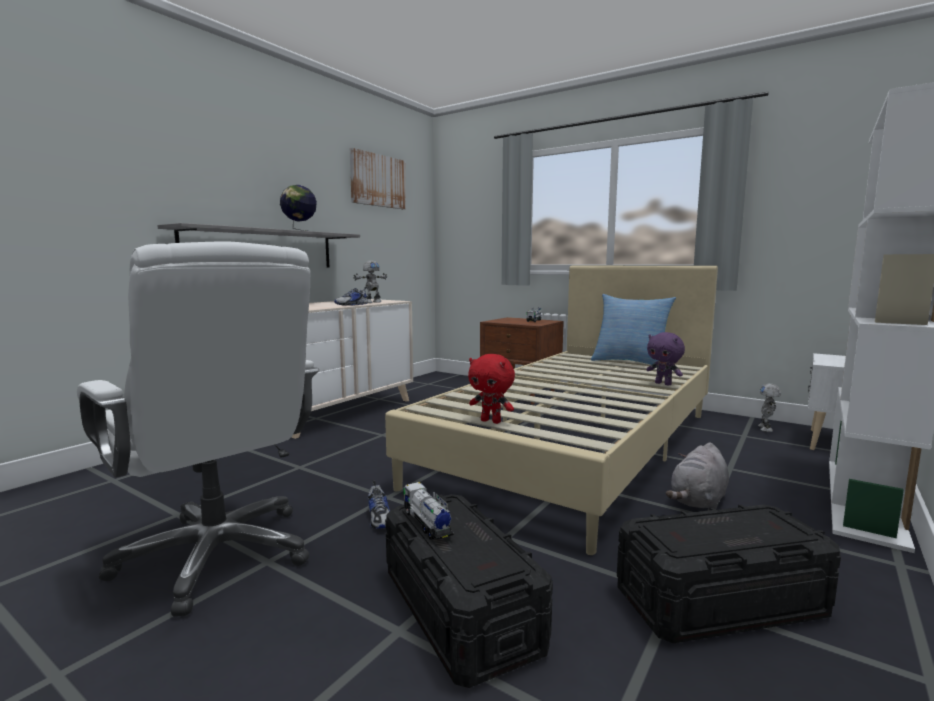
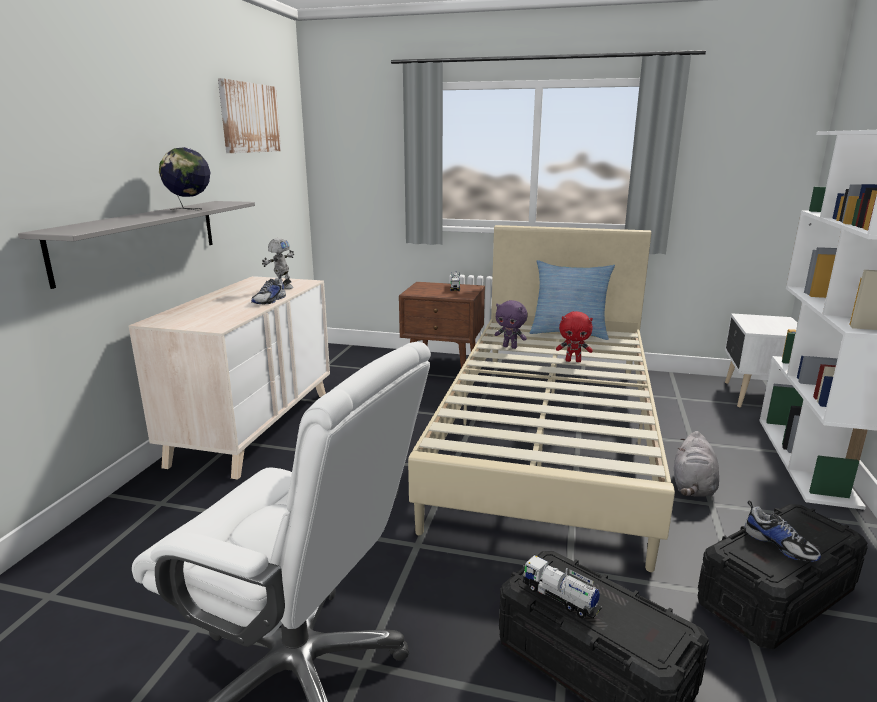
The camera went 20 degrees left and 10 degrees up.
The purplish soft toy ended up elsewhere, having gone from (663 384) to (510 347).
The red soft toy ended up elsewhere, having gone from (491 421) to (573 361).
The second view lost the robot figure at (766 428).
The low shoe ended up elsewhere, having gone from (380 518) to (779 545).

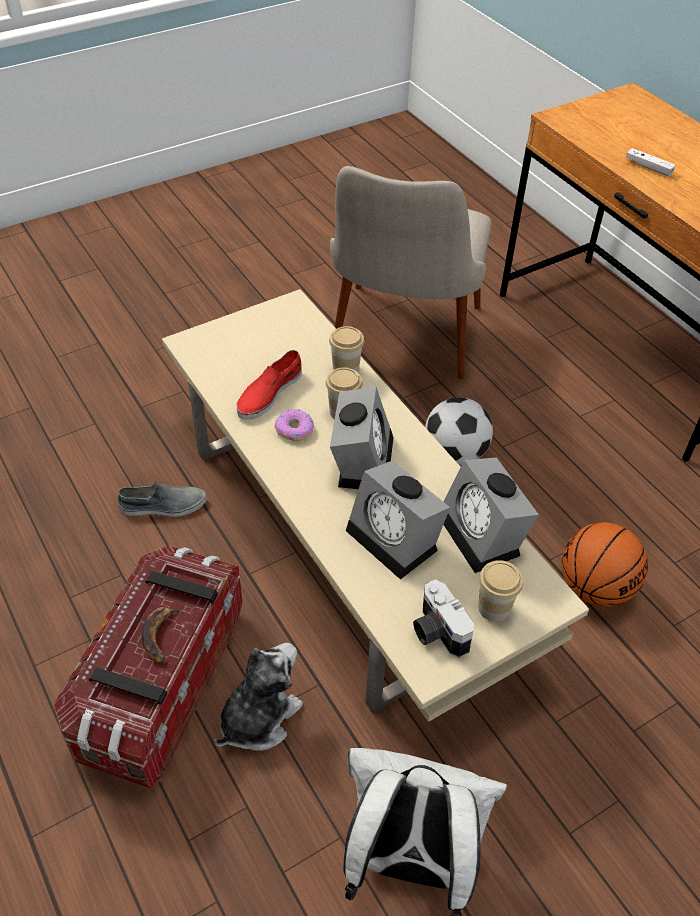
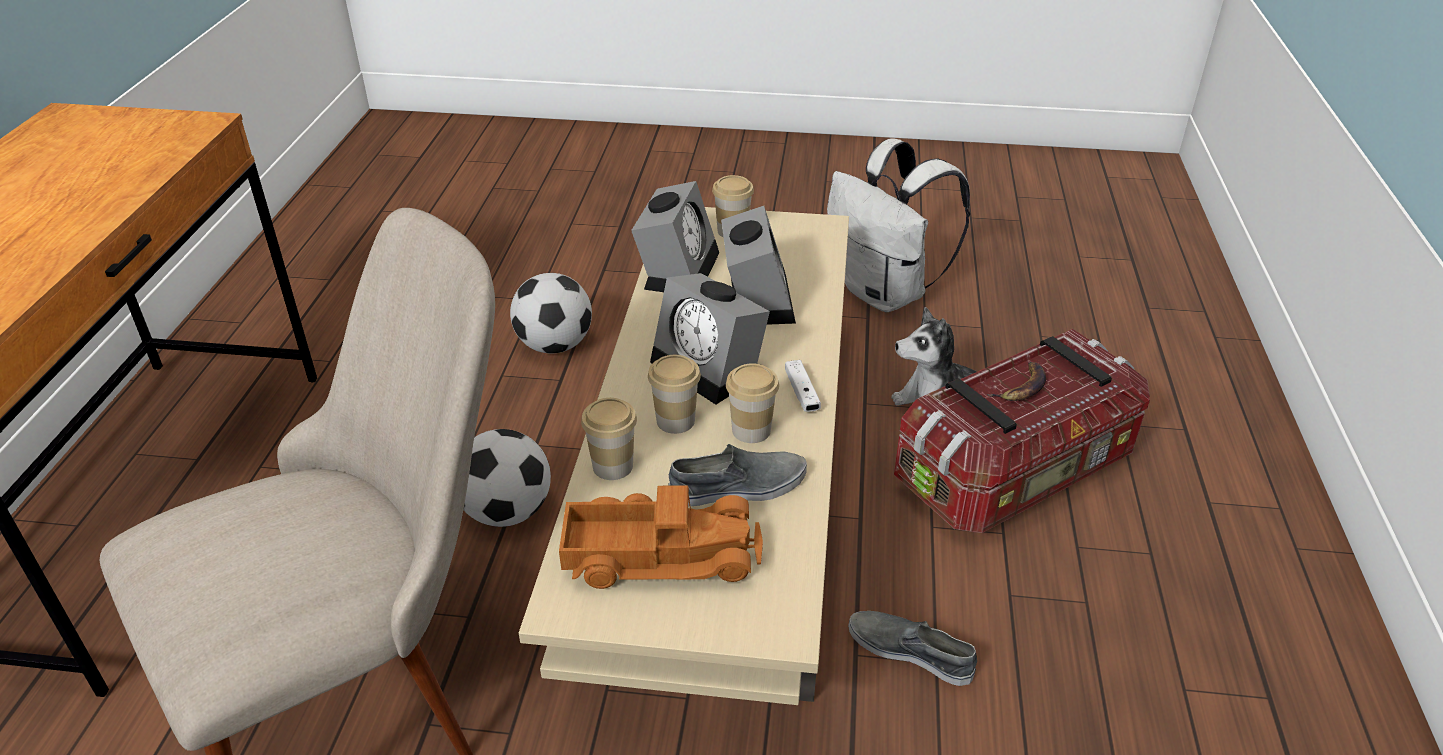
The camera went 140 degrees left and 10 degrees down.
The whitish joypad ended up elsewhere, having gone from (648 167) to (801 393).
What was the red low shoe at (269 393) turned into the greyish low shoe at (738 487).
The table clock at (362 459) ended up facing another way, 90 degrees counterclockwise from before.
Where the doughnut stood at (294 429), the cup came to stand at (751 430).
Where the ball for basketball stood at (595 587), the football ball came to stand at (555 345).
The second view lost the still camera at (436 632).
The second view gained the toy truck at (660 553).

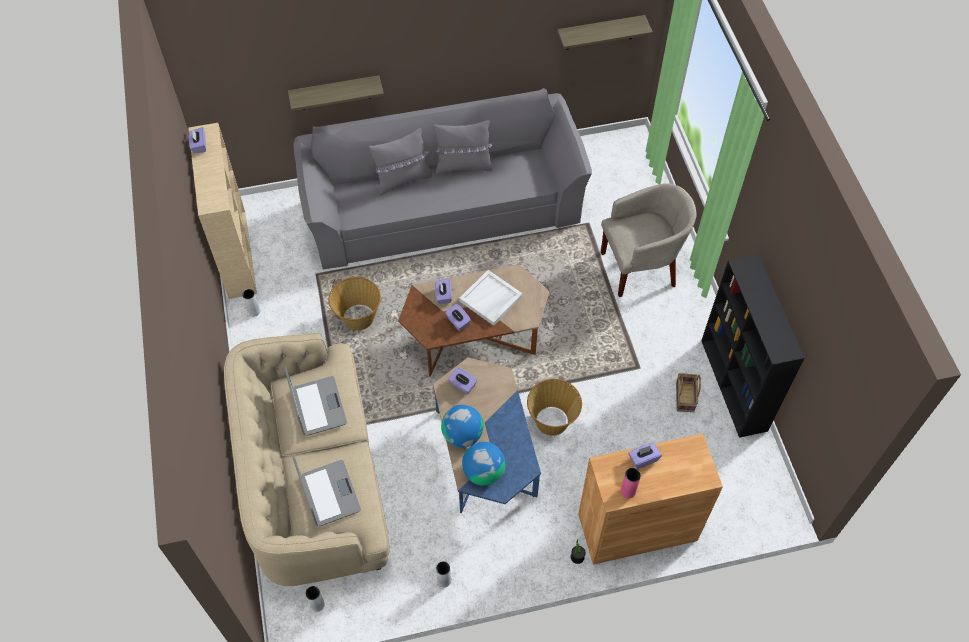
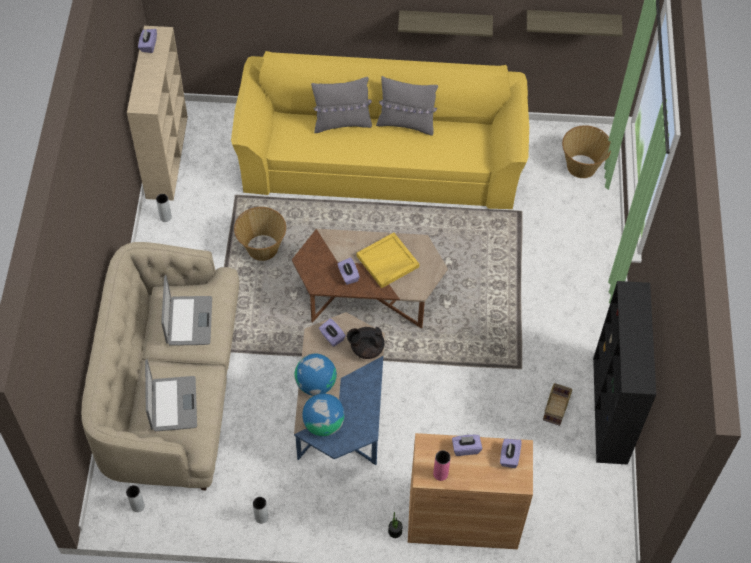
The camera went 15 degrees right and 0 degrees up.
The bracket shelf ended up elsewhere, having gone from (335 93) to (445 23).
What was the greyish settee at (442 204) turned into the yellow settee at (381 157).
The second view lost the beige-coloured lounge chair at (640 267).
What was the whitish serving tray at (490 299) turned into the yellow serving tray at (387 262).
The purplish tissue box ended up elsewhere, having gone from (443 295) to (509 457).
The storage basket ended up elsewhere, having gone from (552 420) to (582 166).
The second view gained the black teapot at (366 348).

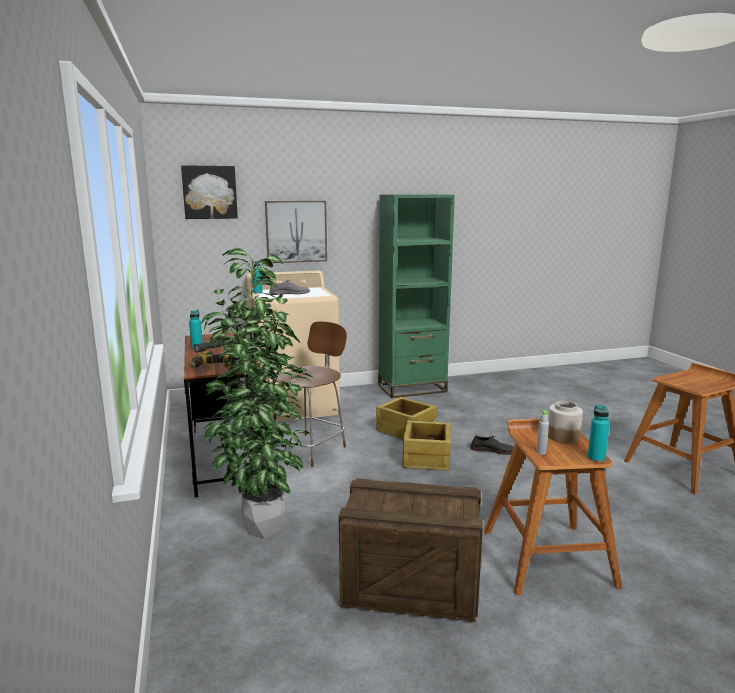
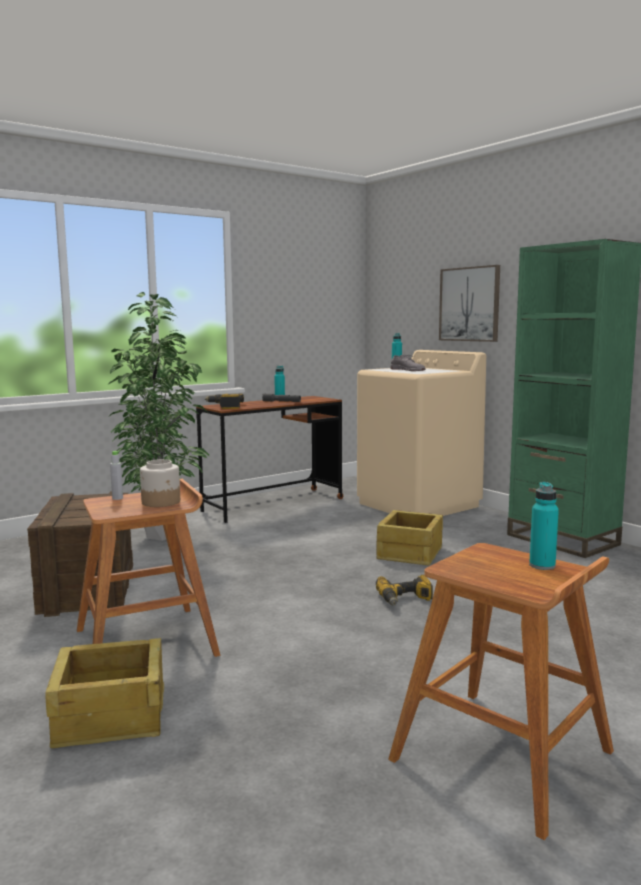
The camera went 70 degrees right and 5 degrees down.
The second view lost the wall art at (209 192).
The second view lost the brown-coloured chair at (310 449).
The turquoise bottle ended up elsewhere, having gone from (596 458) to (542 565).
The shipping crate ended up elsewhere, having gone from (426 458) to (110 716).
Where the greyish low shoe stood at (493 450), the drill came to stand at (405 599).

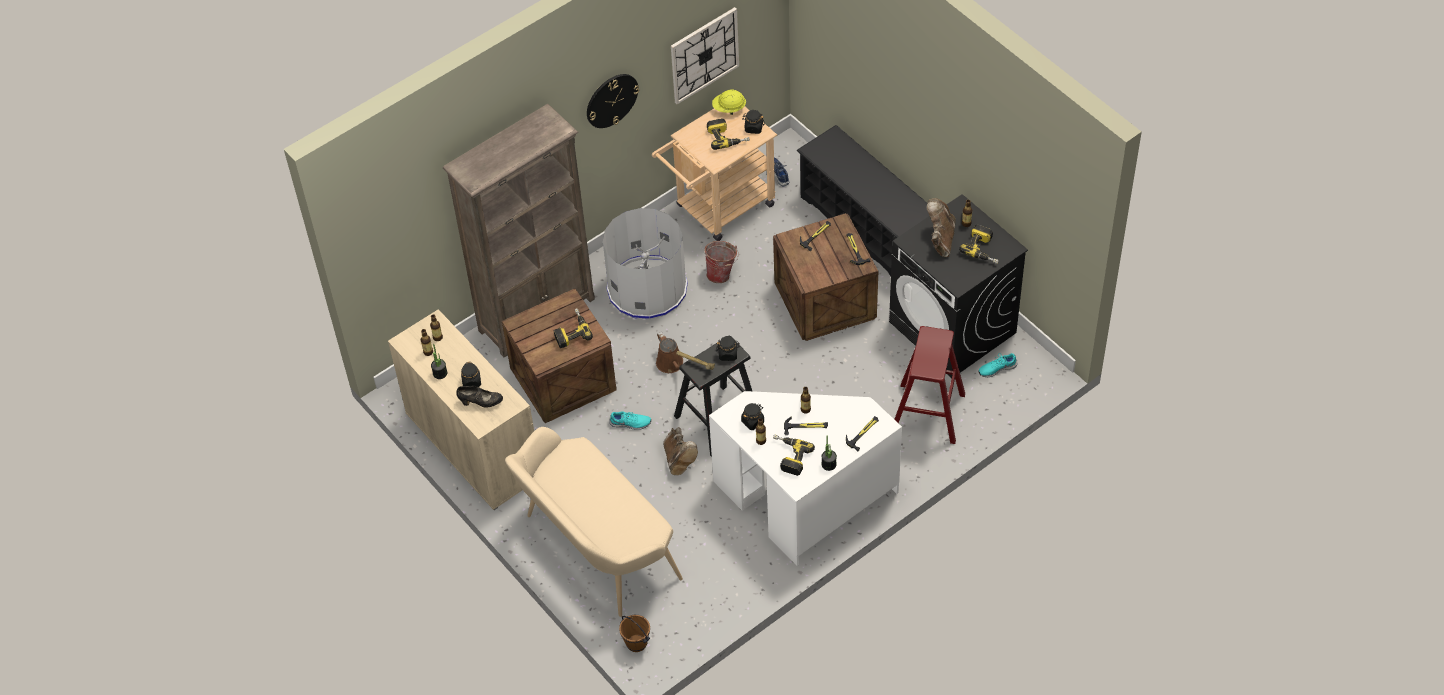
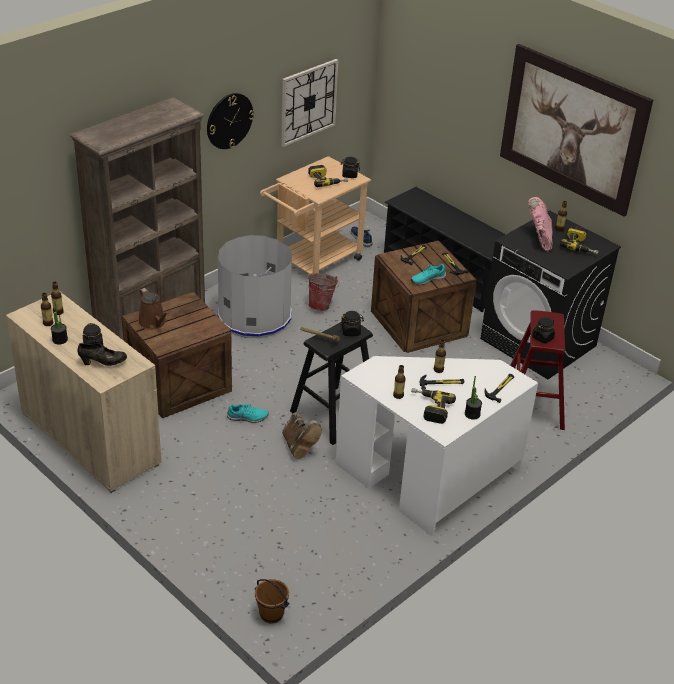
The camera went 10 degrees left and 15 degrees down.
The second view lost the yellow work helmet at (729 109).
What was the brown-coloured boot at (941 239) turned into the pinkish boot at (539 239).
The second view lost the drill at (571 331).
The brown-coloured watering can ended up elsewhere, having gone from (671 364) to (153 322).
The turquoise low shoe ended up elsewhere, having gone from (997 368) to (427 279).
The black jar ended up elsewhere, having gone from (752 421) to (542 338).
The second view lost the beige-coloured long seat at (595 549).
The second view gained the wall art at (572 129).

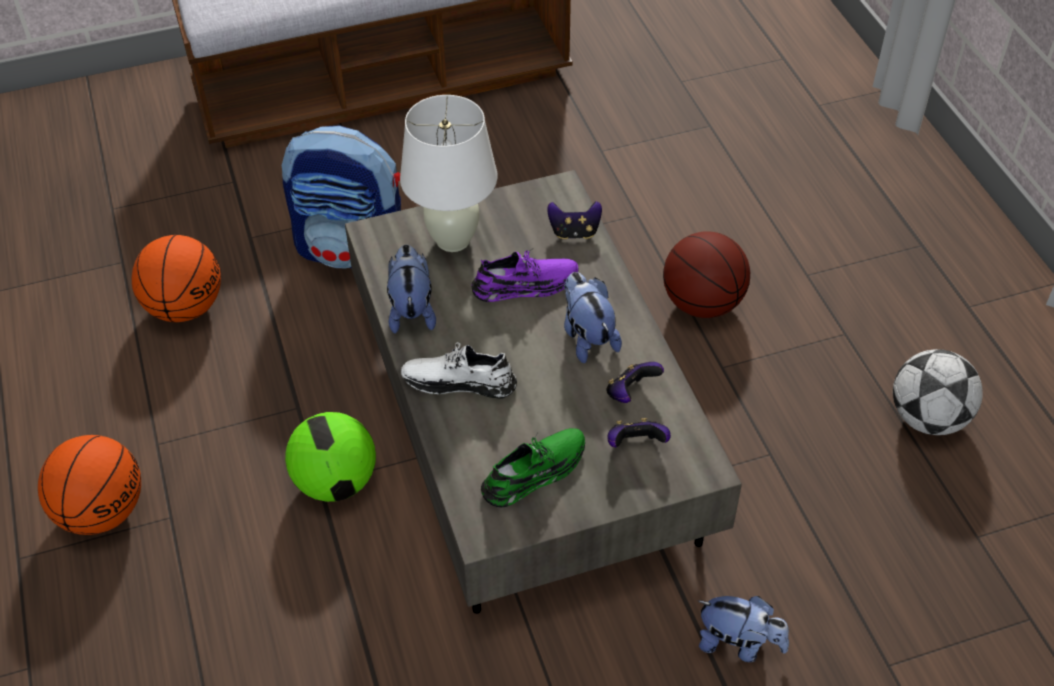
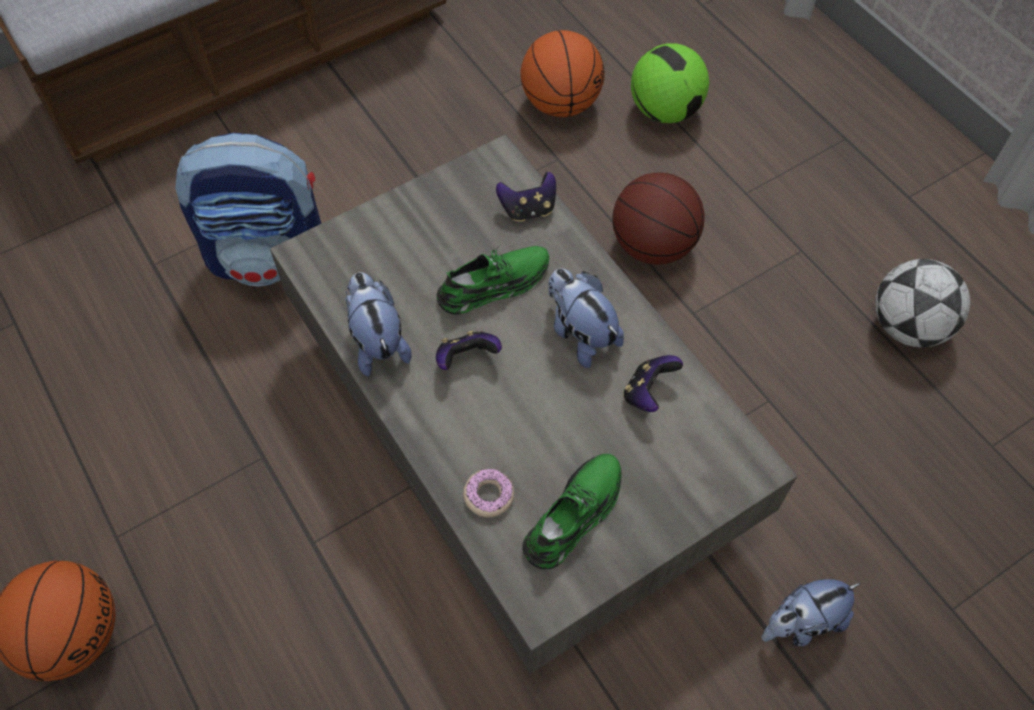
The camera went 15 degrees left and 10 degrees up.
The second view lost the whitish table lamp at (453 240).
The ball for basketball ended up elsewhere, having gone from (185 307) to (560 103).
What was the purplish low shoe at (525 285) turned into the green low shoe at (494 285).
The second view lost the whitish low shoe at (459 381).
The football ball ended up elsewhere, having gone from (335 481) to (664 110).
The joypad ended up elsewhere, having gone from (635 445) to (466 359).
The soft toy at (738 644) ended up facing another way, 150 degrees clockwise from before.
The second view gained the doughnut at (489 495).

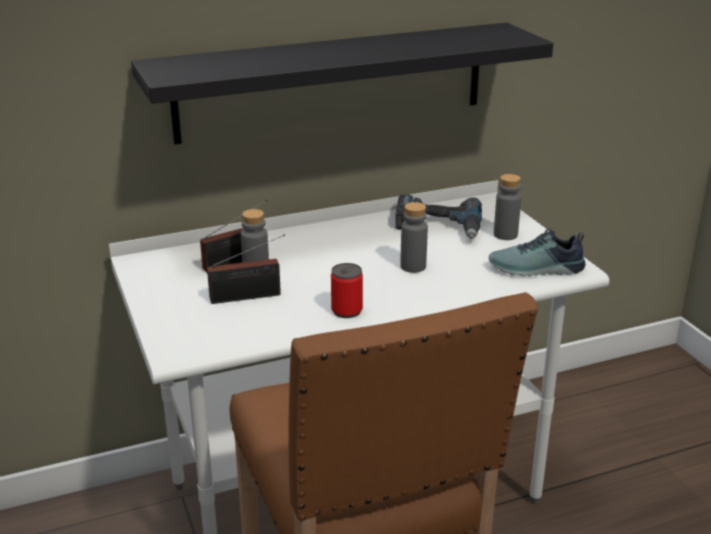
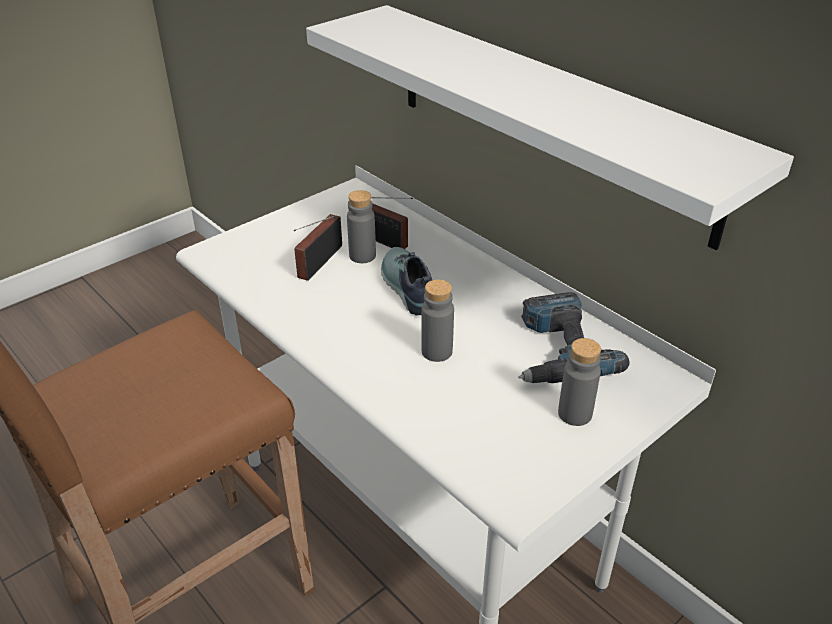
The camera went 70 degrees right and 10 degrees up.
What was the black bracket shelf at (332 82) turned into the whitish bracket shelf at (547 118).
The low shoe ended up elsewhere, having gone from (536 269) to (407 288).
The radio receiver at (249 296) ended up facing another way, 60 degrees clockwise from before.
The second view lost the sealed can at (346 311).

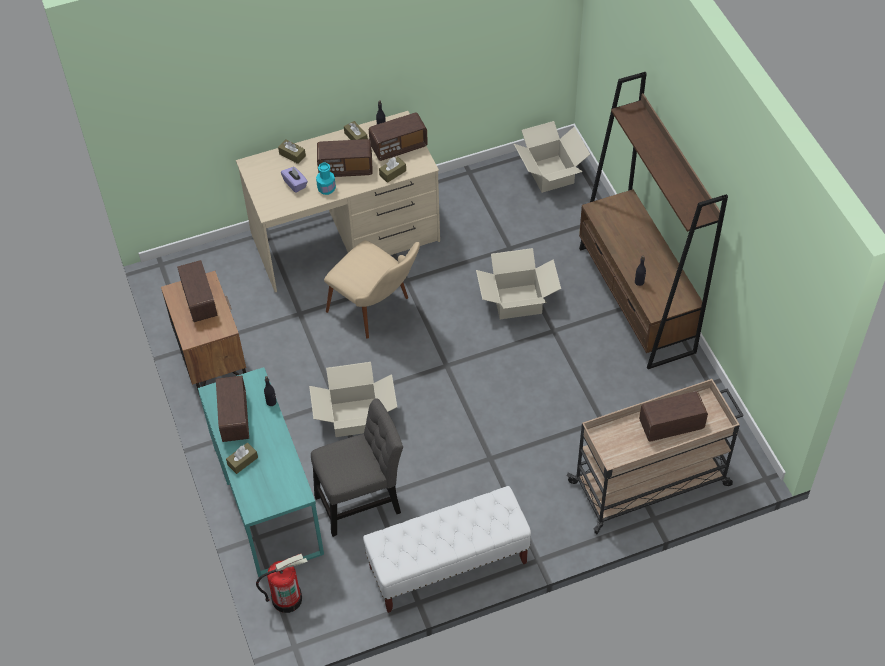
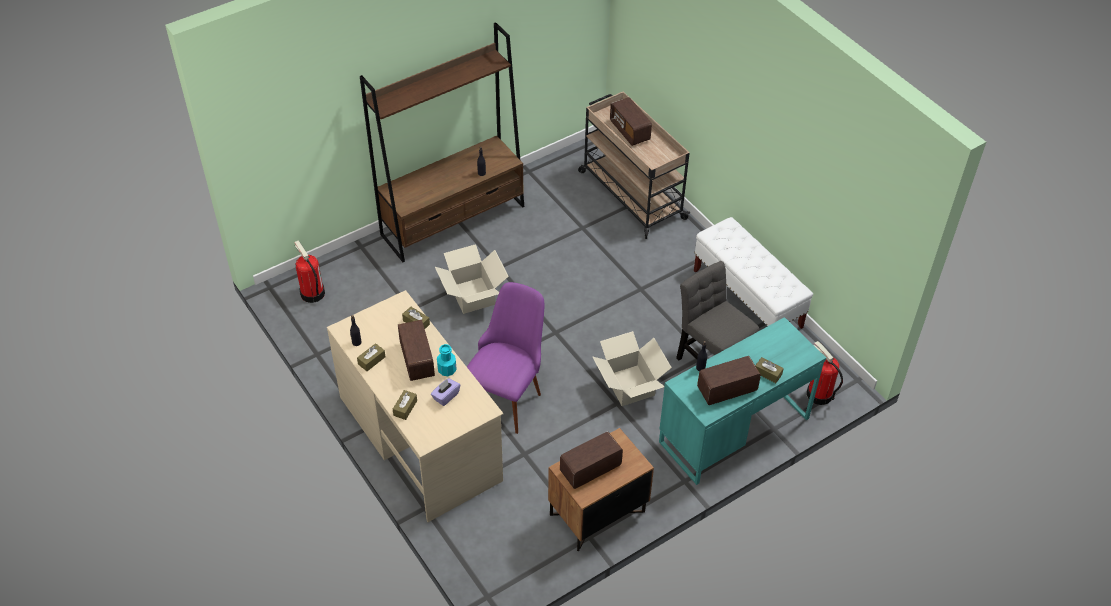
The camera went 105 degrees left and 5 degrees down.
The second view lost the radio receiver at (398 147).
Where the cardboard box stood at (550 173), the fire-fighting cylinder came to stand at (312 293).
What was the beige-coloured chair at (378 311) turned into the purplish chair at (507 392).

